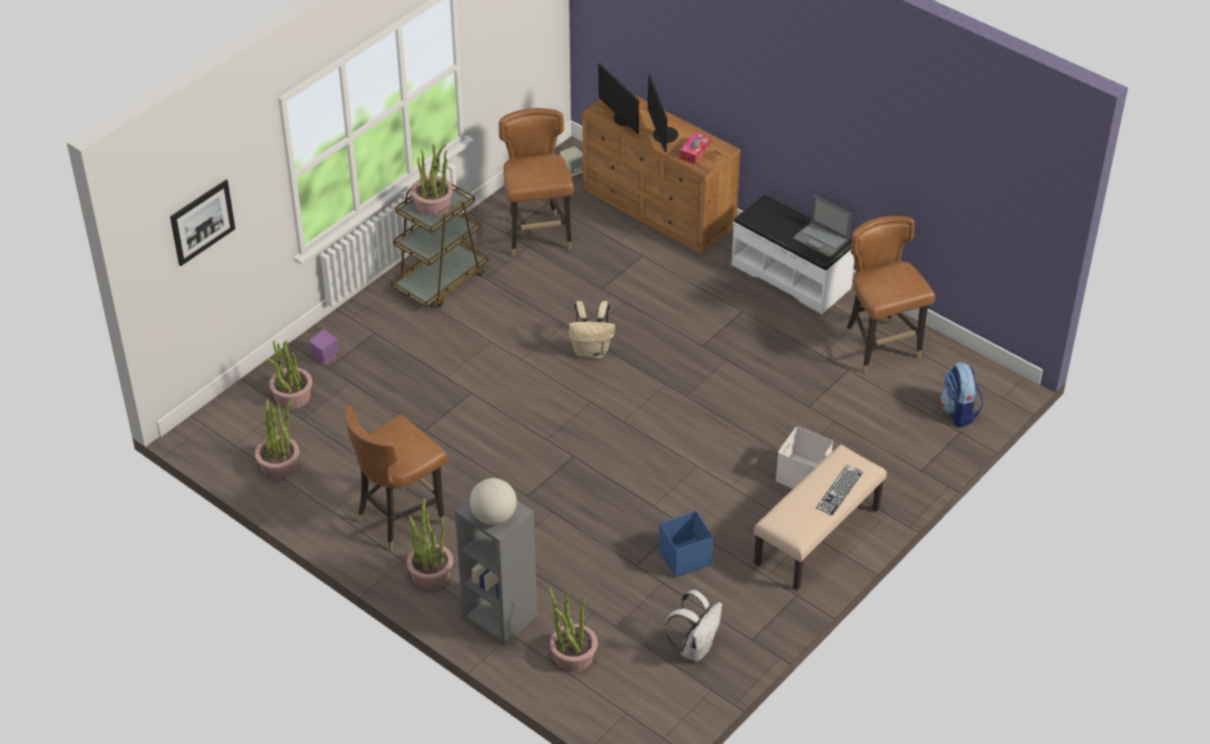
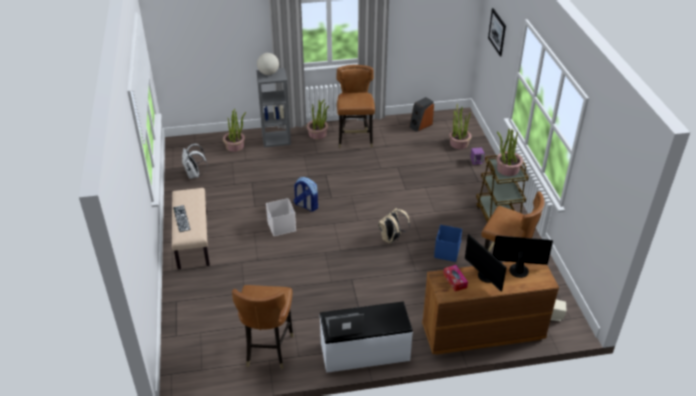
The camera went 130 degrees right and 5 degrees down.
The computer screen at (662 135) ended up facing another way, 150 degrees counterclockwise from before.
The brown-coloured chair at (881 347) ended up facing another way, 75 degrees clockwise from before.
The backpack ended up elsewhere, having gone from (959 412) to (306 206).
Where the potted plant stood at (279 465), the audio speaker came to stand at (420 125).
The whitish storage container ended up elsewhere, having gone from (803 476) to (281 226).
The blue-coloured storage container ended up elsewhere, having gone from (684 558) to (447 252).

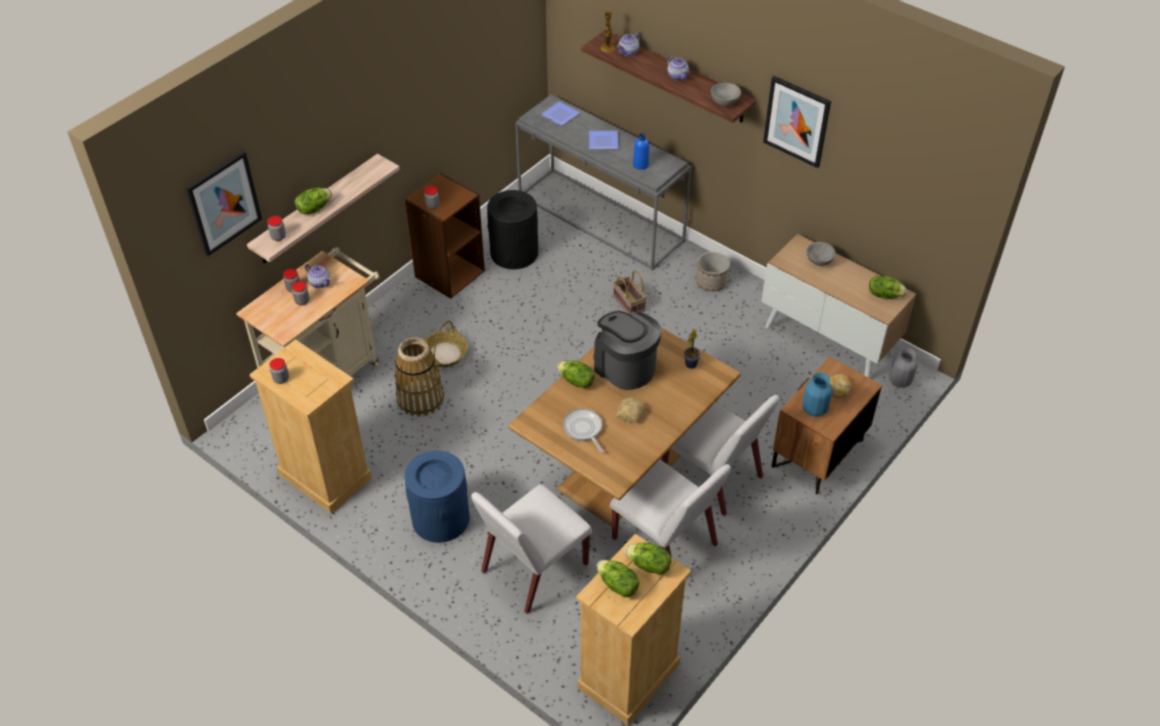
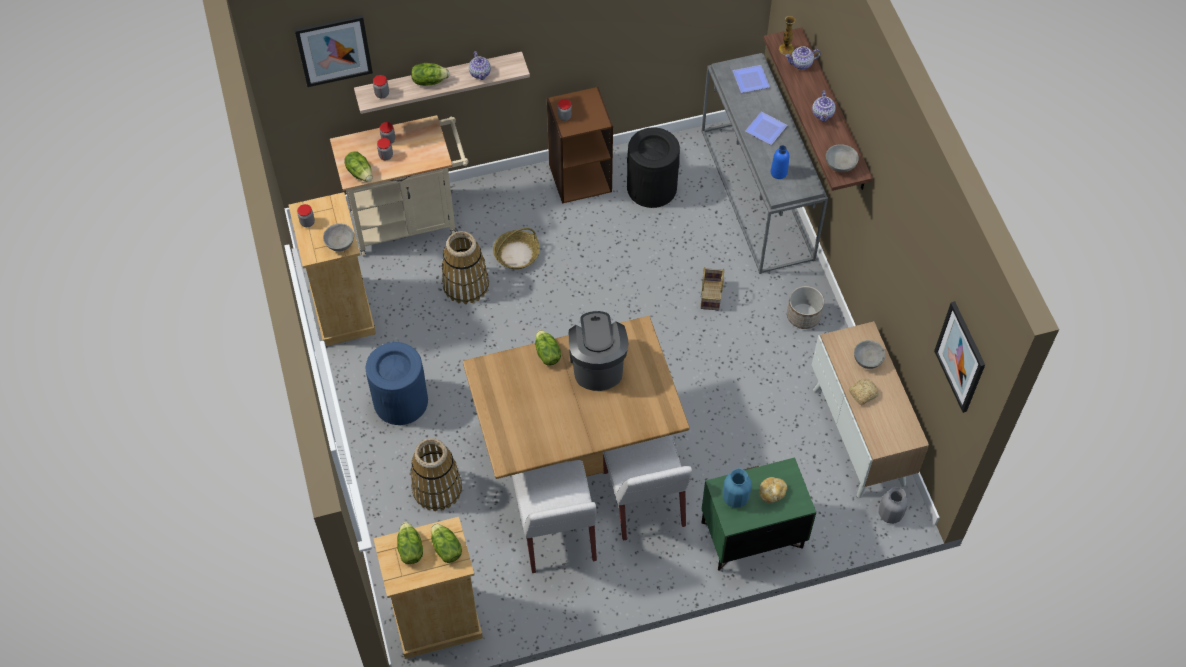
The camera went 35 degrees right and 10 degrees up.
The wall art ended up elsewhere, having gone from (797 121) to (961 357).
The teapot ended up elsewhere, having gone from (320 282) to (480 73).
The lettuce head ended up elsewhere, having gone from (884 294) to (360 173).
The second view lost the potted plant at (692 363).
What was the brown-coloured night table at (818 454) turned into the green night table at (752 536).
The bakery bread ended up elsewhere, having gone from (630 414) to (862 394).
The second view lost the pan at (583 429).
Where the whitish chair stood at (533 568), the storage basket came to stand at (437 488).
The second view gained the greyish deep dish at (339 244).

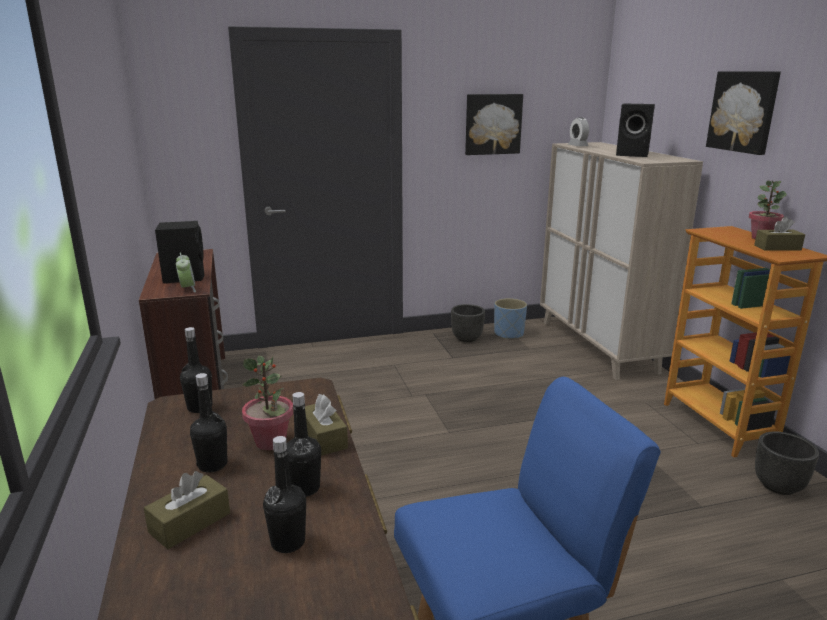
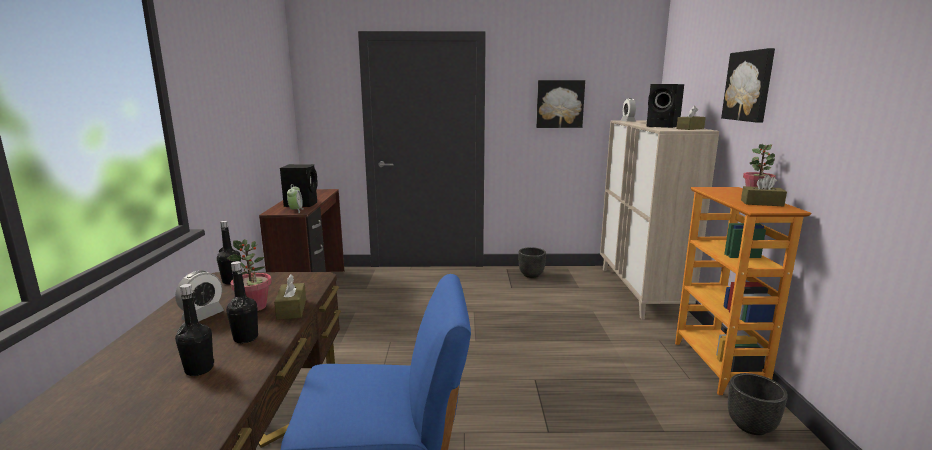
The camera went 15 degrees right and 5 degrees down.
The second view lost the blue-coloured flower pot at (509 334).
Where the black bottle stood at (212 465), the table clock came to stand at (203 316).
The brown-coloured tissue box ended up elsewhere, having gone from (190 523) to (690 128).

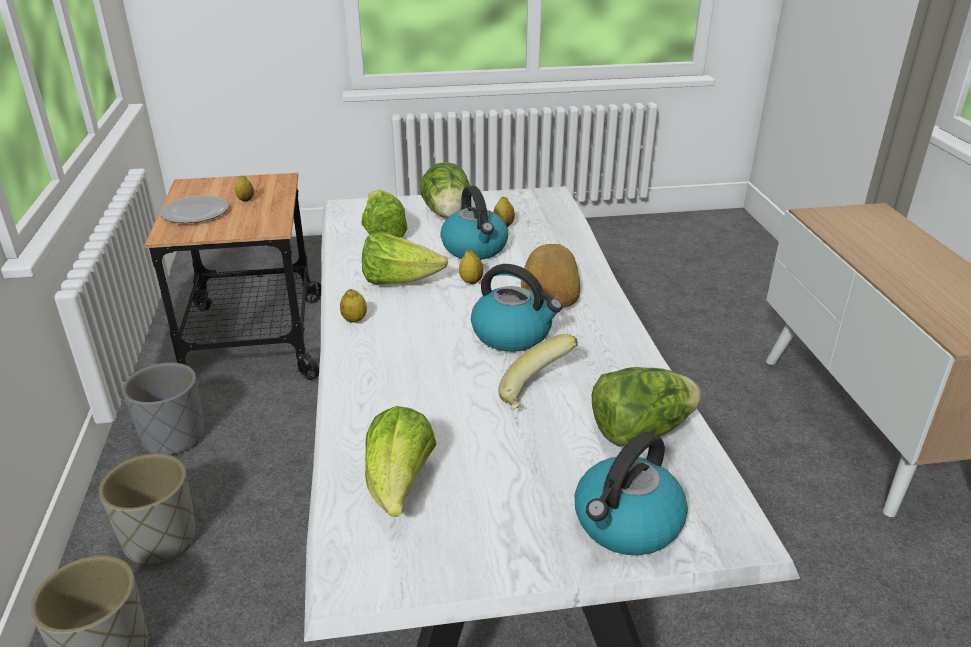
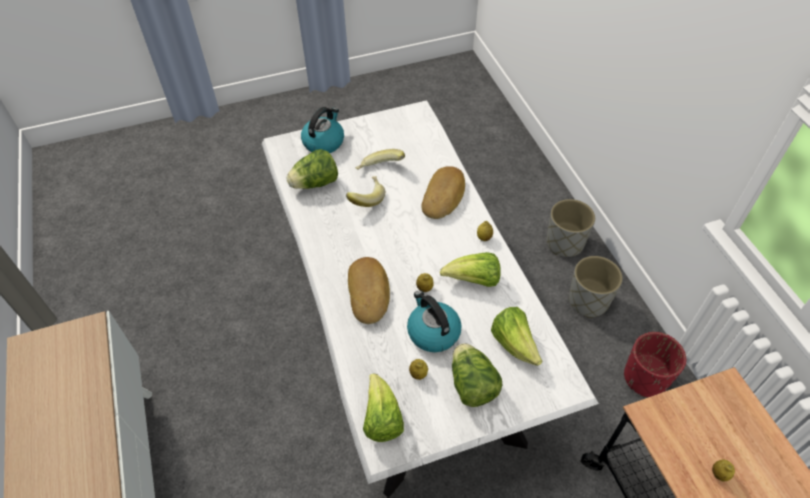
The camera went 170 degrees right and 20 degrees up.
The second view lost the flat dish at (196 212).
The second view lost the tea kettle at (513 334).
What was the greyish flower pot at (173 437) turned into the red flower pot at (645 378).
The lettuce head ended up elsewhere, having gone from (399 486) to (382 419).
The second view gained the banana at (380 170).
The second view gained the bakery bread at (444 196).

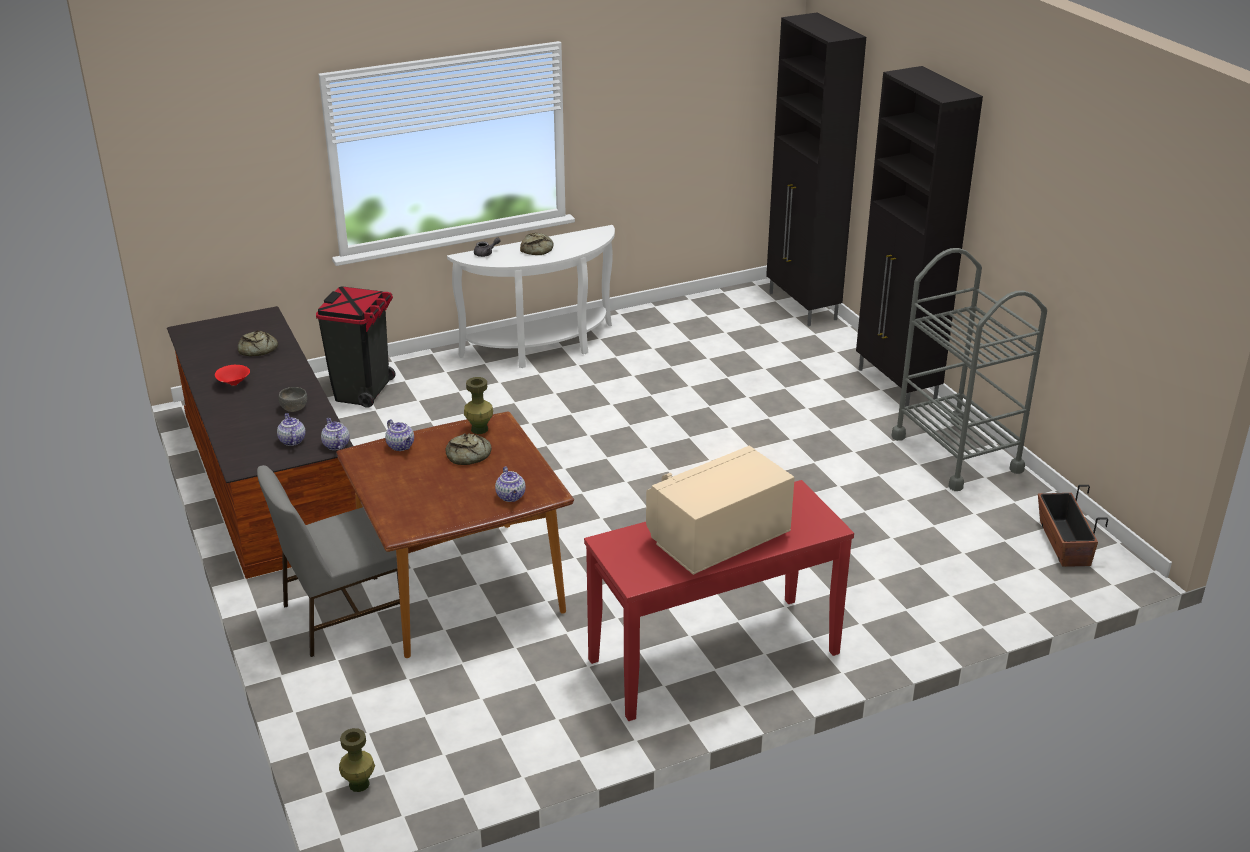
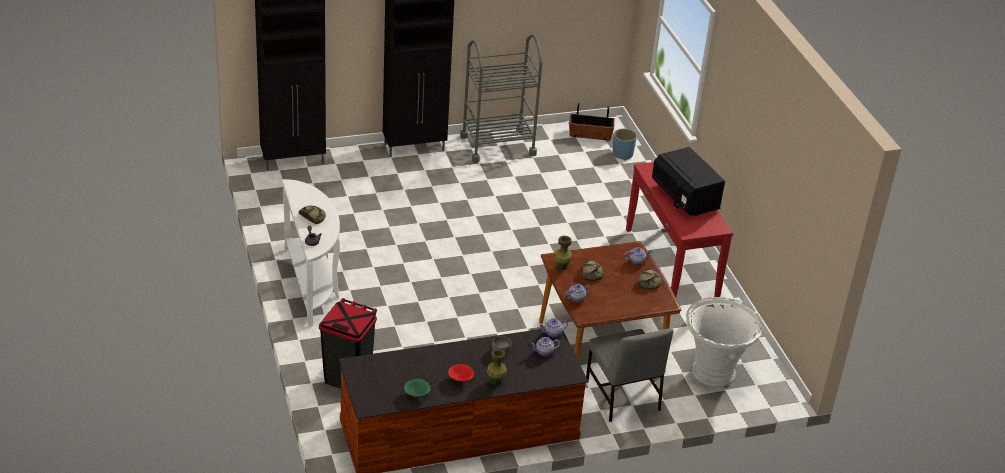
The camera went 85 degrees left and 5 degrees up.
The bakery bread ended up elsewhere, having gone from (257 349) to (649 282).
What was the beige-coloured microwave oven at (717 537) turned into the black microwave oven at (684 198).
The green vase ended up elsewhere, having gone from (359 784) to (495 381).
The second view gained the blue-coloured flower pot at (622 154).
The second view gained the whitish flower pot at (714 372).
The second view gained the green deep dish at (417 394).

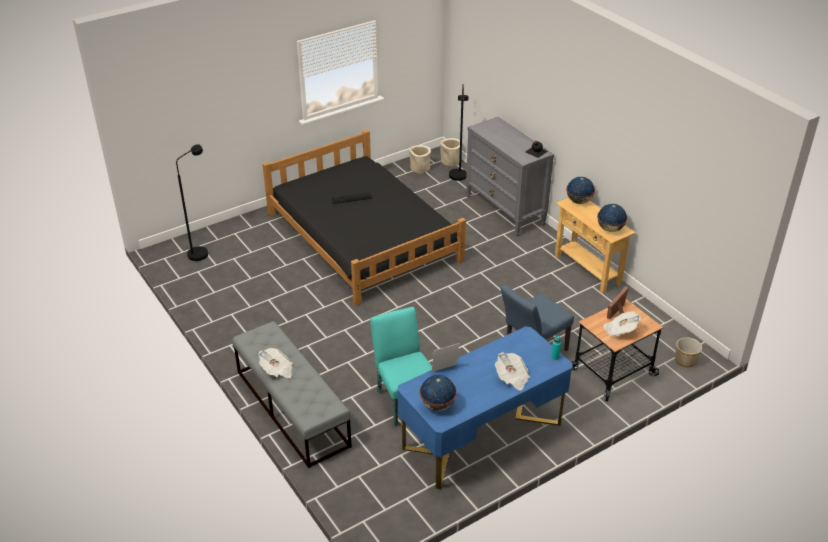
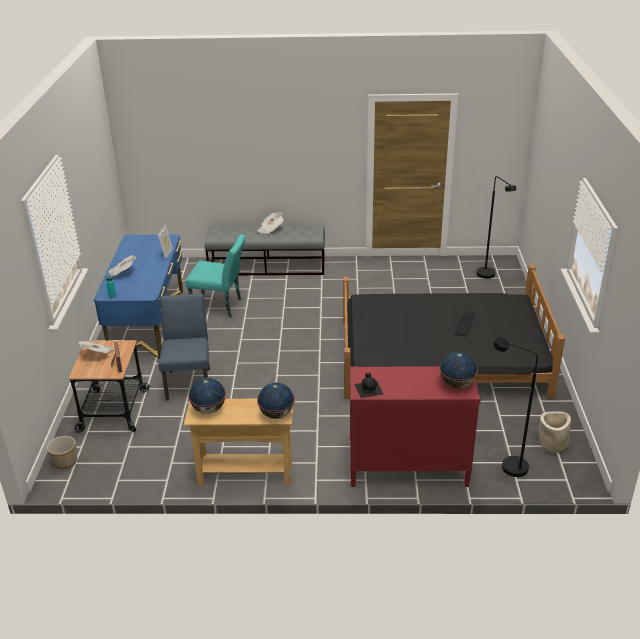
The camera went 125 degrees right and 5 degrees down.
What was the greyish dresser at (505 210) turned into the red dresser at (407 470).
The second view lost the beige-coloured flower pot at (450 162).
The world globe ended up elsewhere, having gone from (437 405) to (457 384).

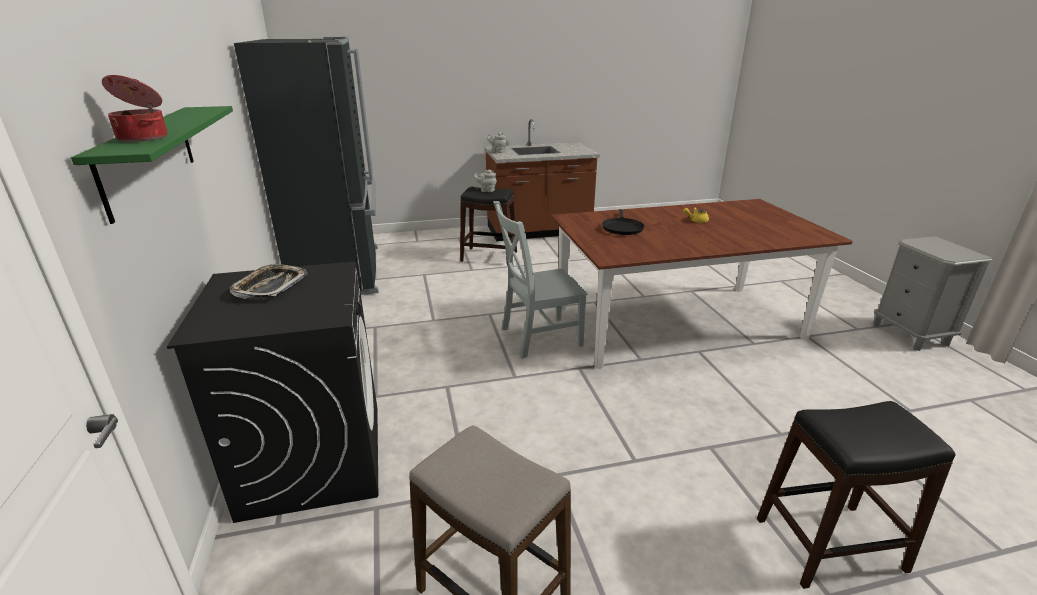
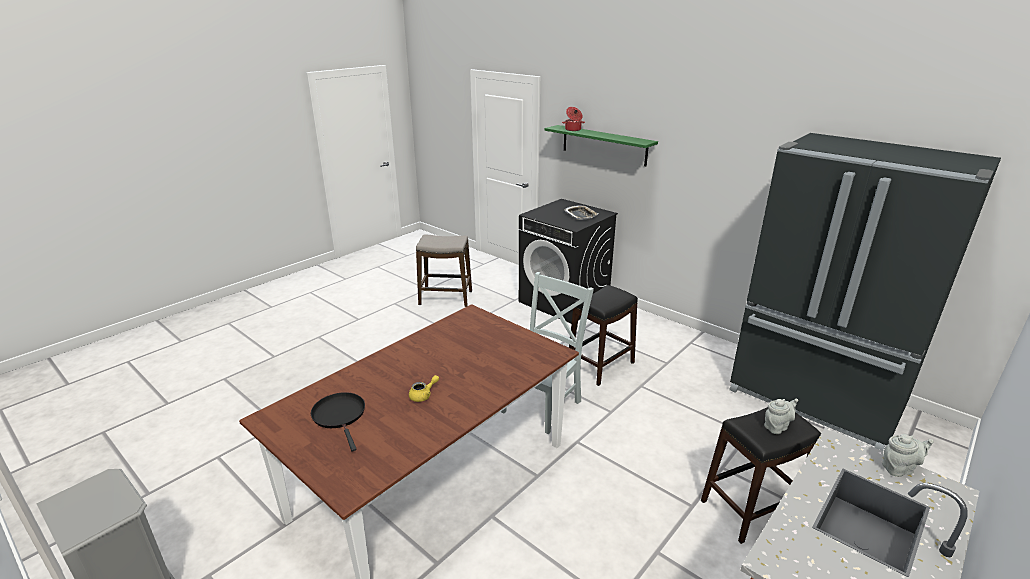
The camera went 145 degrees right and 0 degrees up.
The black pan ended up elsewhere, having gone from (622 228) to (340 416).
The black sitting stool ended up elsewhere, having gone from (830 545) to (600 365).

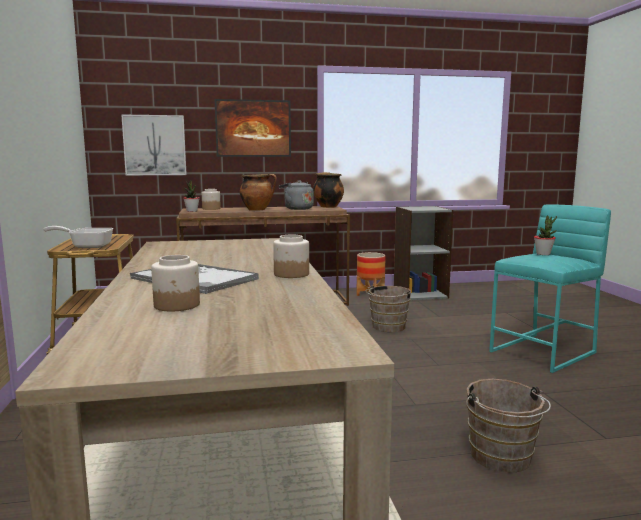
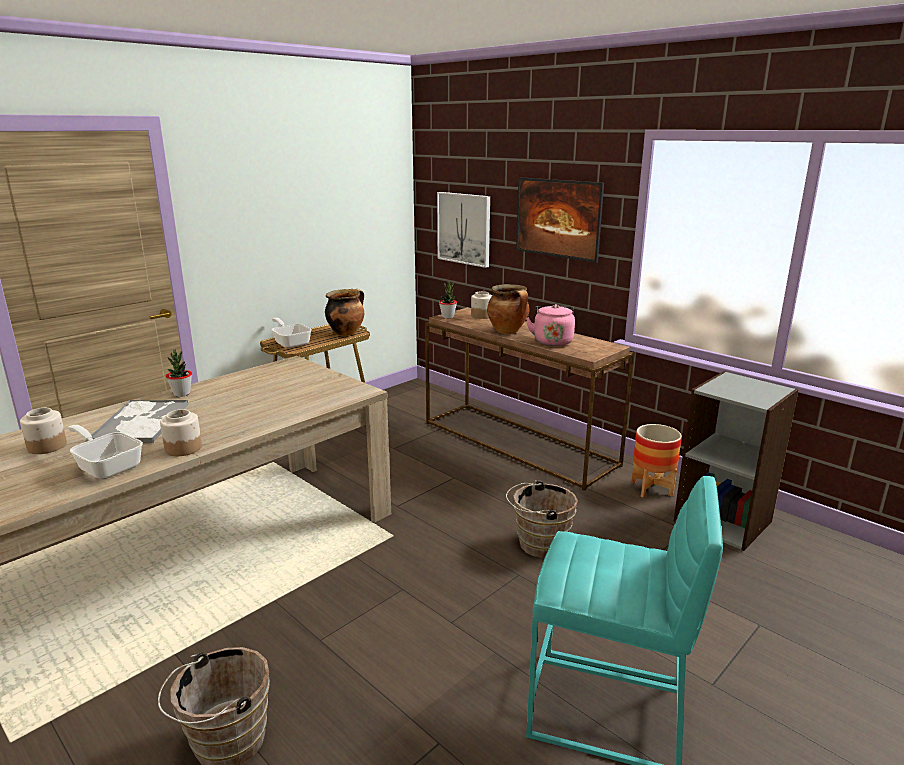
The camera went 55 degrees right and 10 degrees up.
The cooking pot ended up elsewhere, having gone from (327 207) to (346 333).
What was the greyish tea kettle at (297 209) turned into the pinkish tea kettle at (552 341).
The potted plant ended up elsewhere, having gone from (543 254) to (182 394).
The second view gained the pan at (107 466).

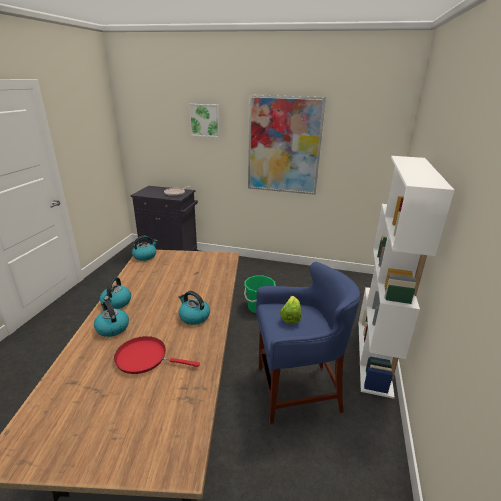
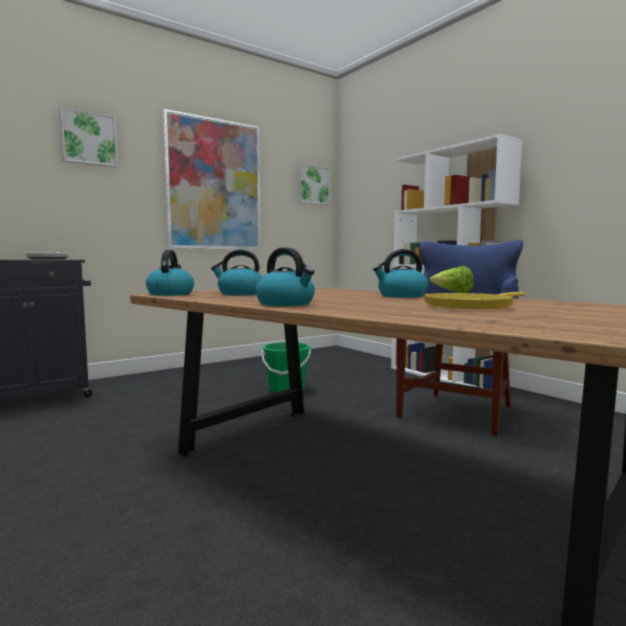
The camera went 50 degrees left and 20 degrees down.
The tea kettle ended up elsewhere, having gone from (112 328) to (240 294).
What was the red pan at (145 358) turned into the yellow pan at (471 306).
The second view gained the wall art at (312 185).

